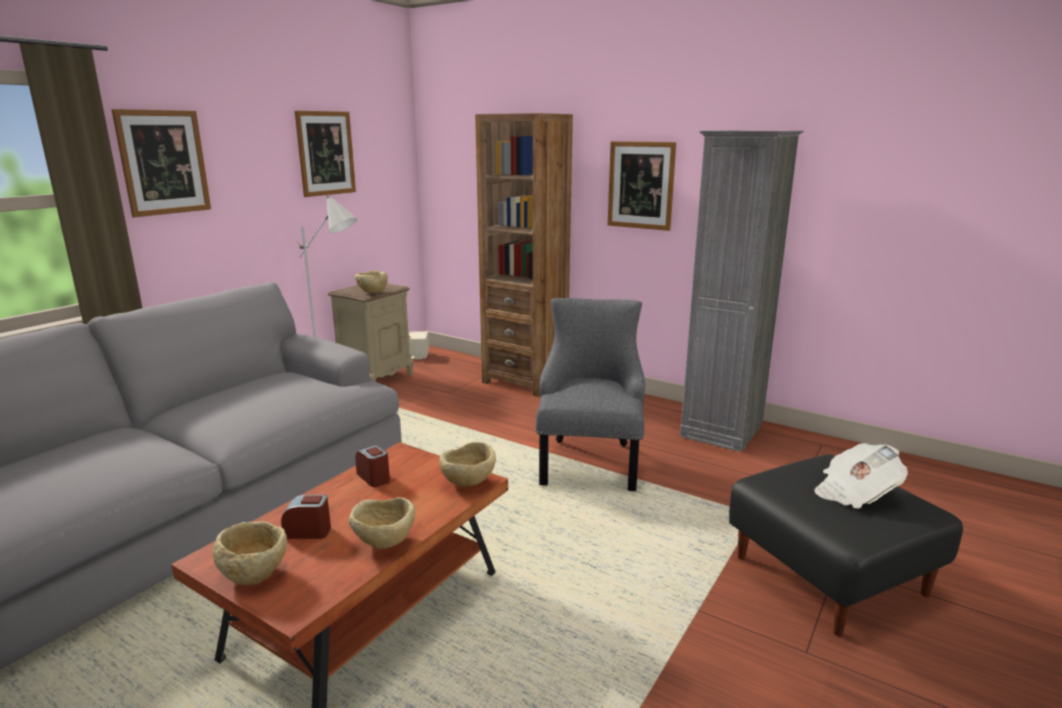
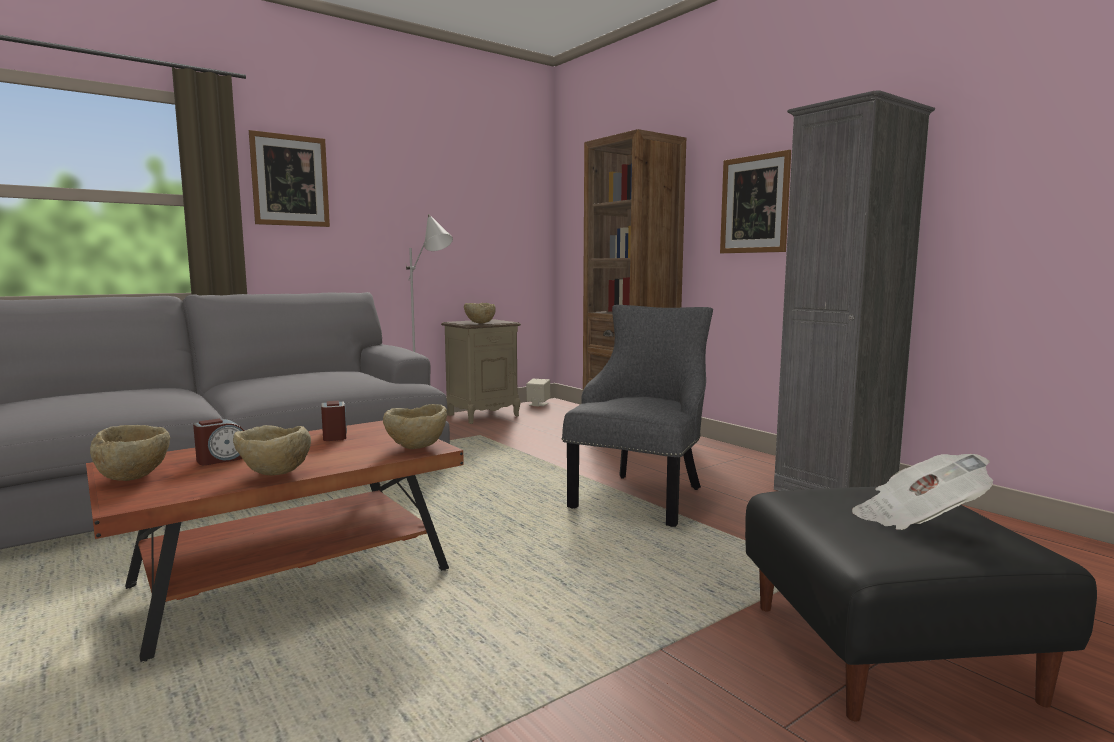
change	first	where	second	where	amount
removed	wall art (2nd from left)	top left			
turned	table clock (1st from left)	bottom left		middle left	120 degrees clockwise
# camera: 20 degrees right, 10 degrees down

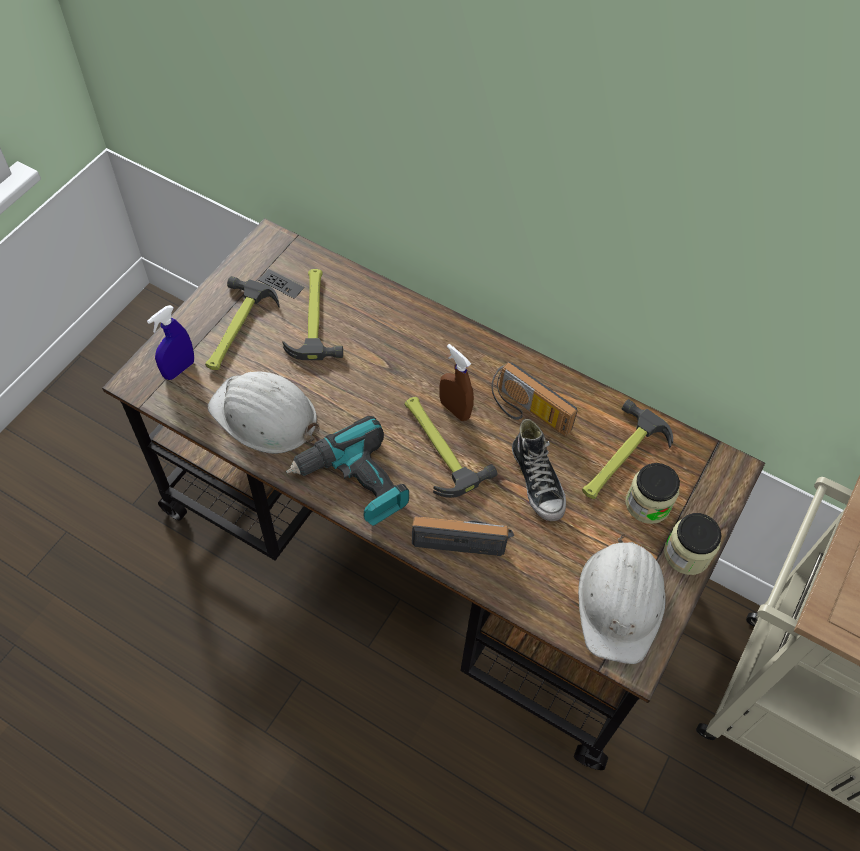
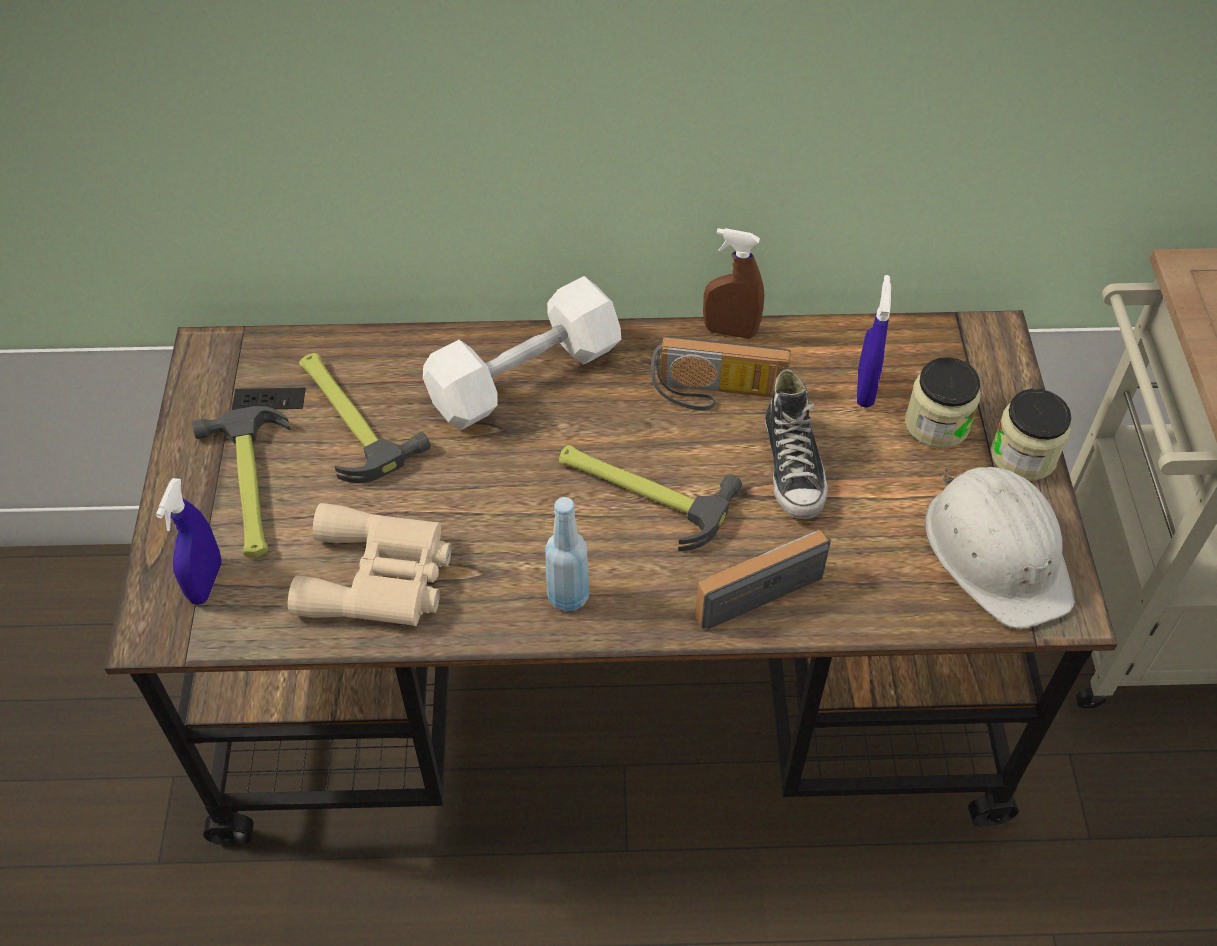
change	first	where	second	where	amount
moved	spray bottle in brown-coloured	centre		top centre	
replaced	work helmet in white-coloured (1st from left)	middle left	binoculars in beige-coloured	middle left	
replaced	hand hammer (4th from left)	middle right	spray bottle in blue (2nd from left)	middle right	
replaced	power drill	centre	beverage bottle in blue	centre	
turned	low shoe	centre		centre	45 degrees clockwise
added			free weight in white-coloured	centre	
# camera: 30 degrees left, 5 degrees down

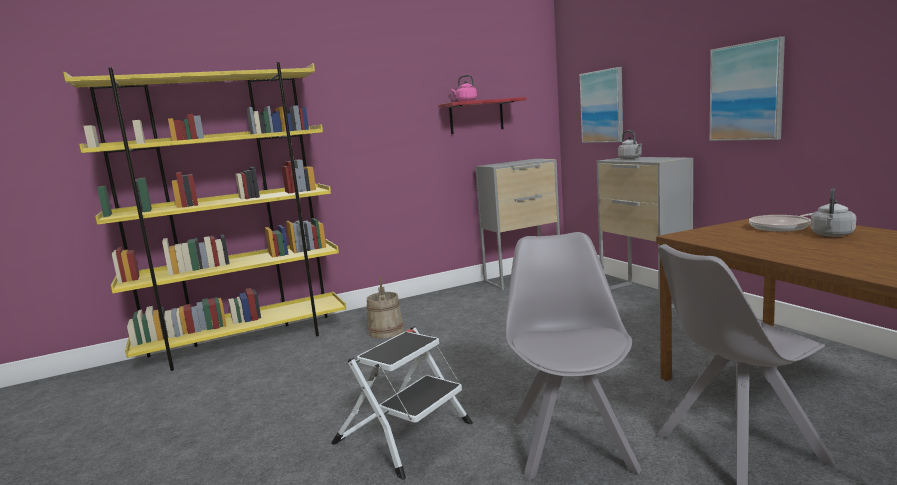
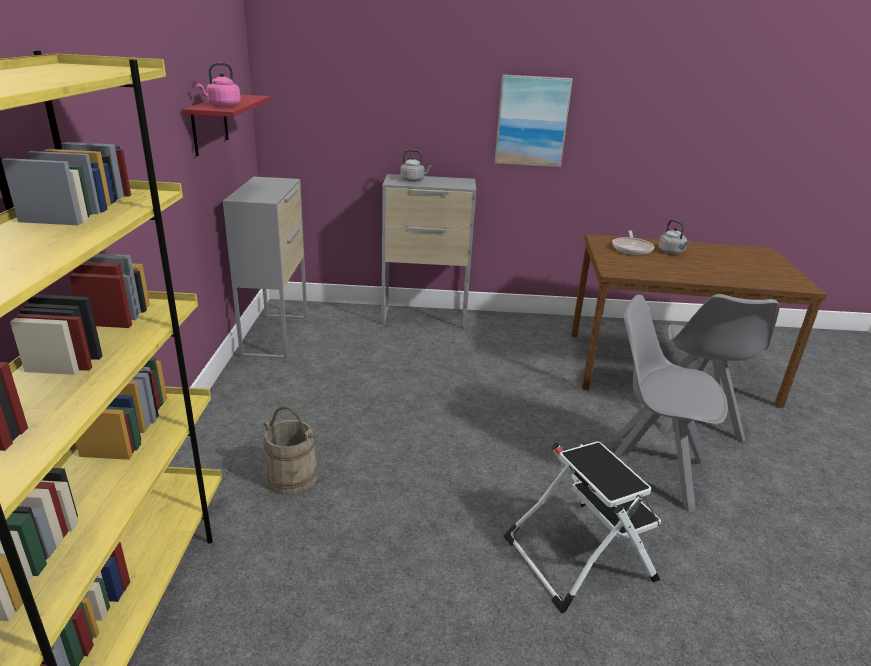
change	first	where	second	where	amount
removed	wall art (1st from left)	top right			
# camera: 65 degrees left, 15 degrees up

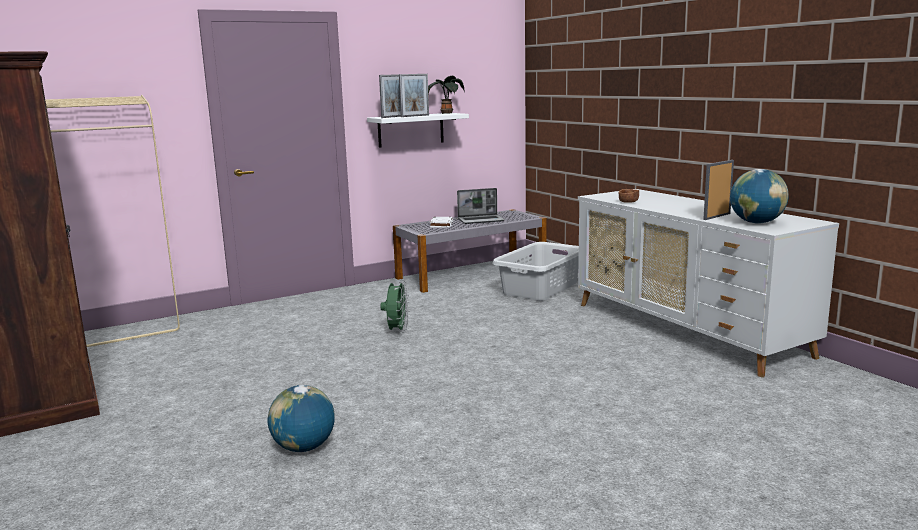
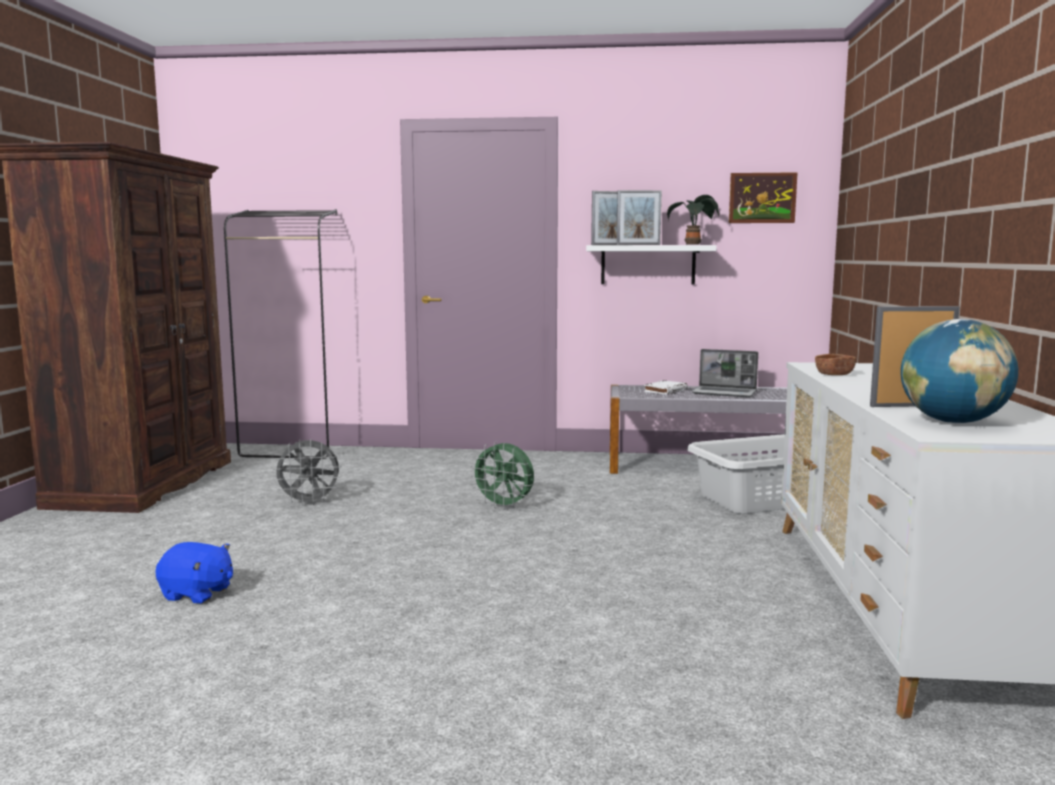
change	first	where	second	where	amount
recoloured	clothes rack in beige-coloured	middle left	clothes rack in blackish	middle left	
turned	electric fan in greenish	centre		centre	75 degrees clockwise
replaced	world globe (1st from left)	bottom left	soft toy in blue	bottom left	
added			wall art	top right	
added			electric fan in greyish	middle left	
# camera: 35 degrees right, 5 degrees down

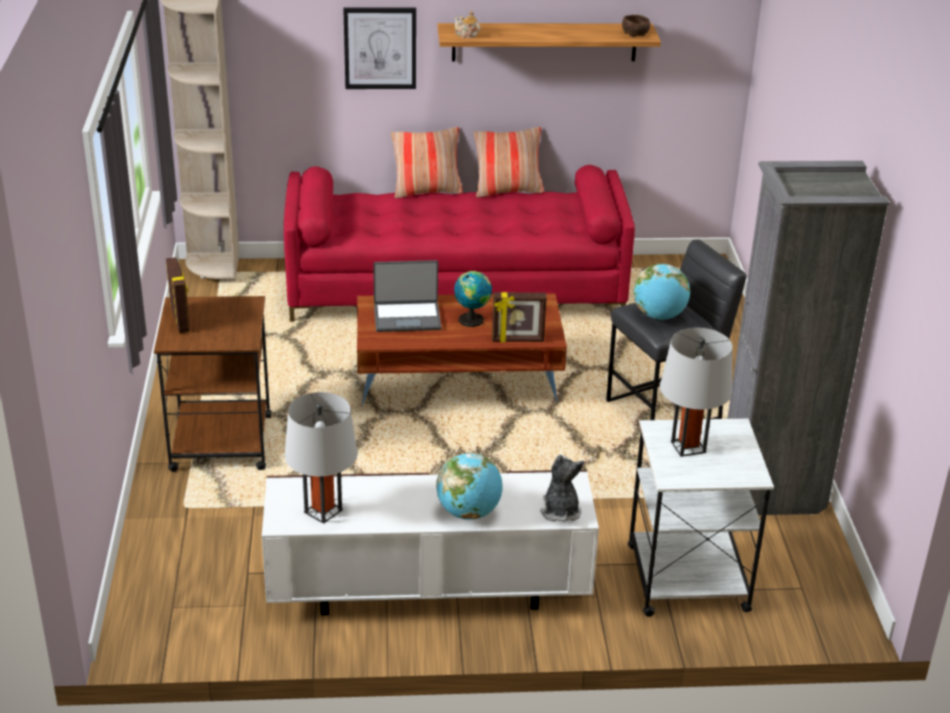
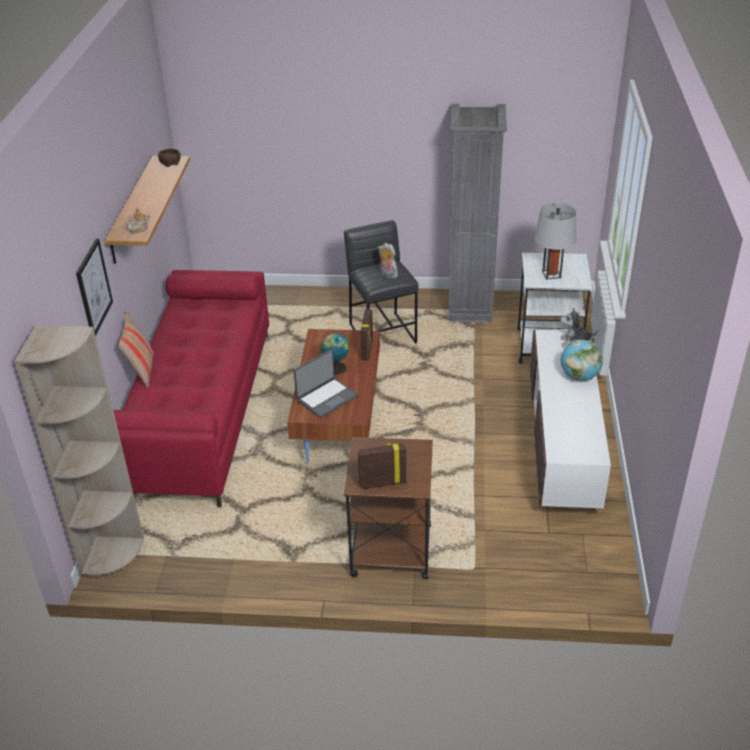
change	first	where	second	where	amount
removed	throw pillow (2nd from left)	top centre			
turned	notebook computer	centre		centre	45 degrees clockwise
replaced	world globe (3rd from left)	middle right	soft toy (1st from left)	centre	
removed	table lamp in greyish (1st from left)	centre			
# camera: 80 degrees left, 5 degrees up

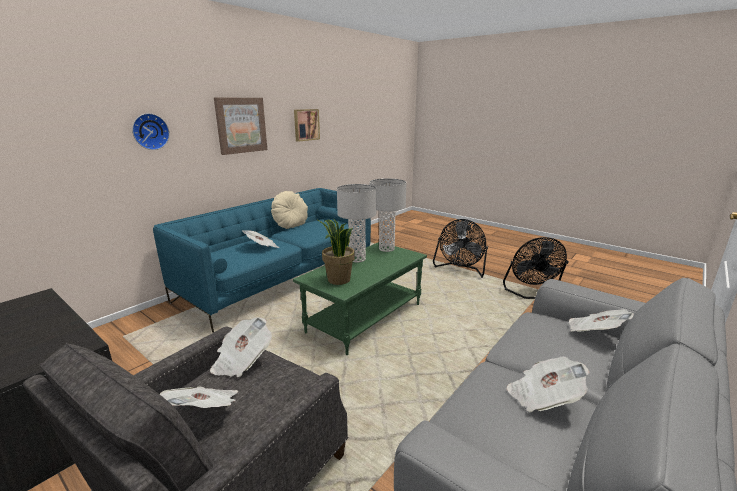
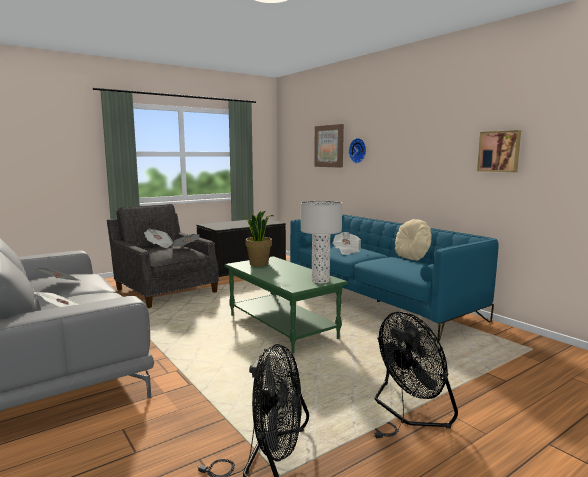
change	first	where	second	where	amount
moved	wall art (1st from left)	top left		top centre	
removed	table lamp in white-coloured (1st from left)	centre			
turned	electric fan in blackish (1st from left in the first image)	centre	electric fan in blackish (2nd from left)	bottom right	105 degrees clockwise
# camera: 105 degrees right, 10 degrees down

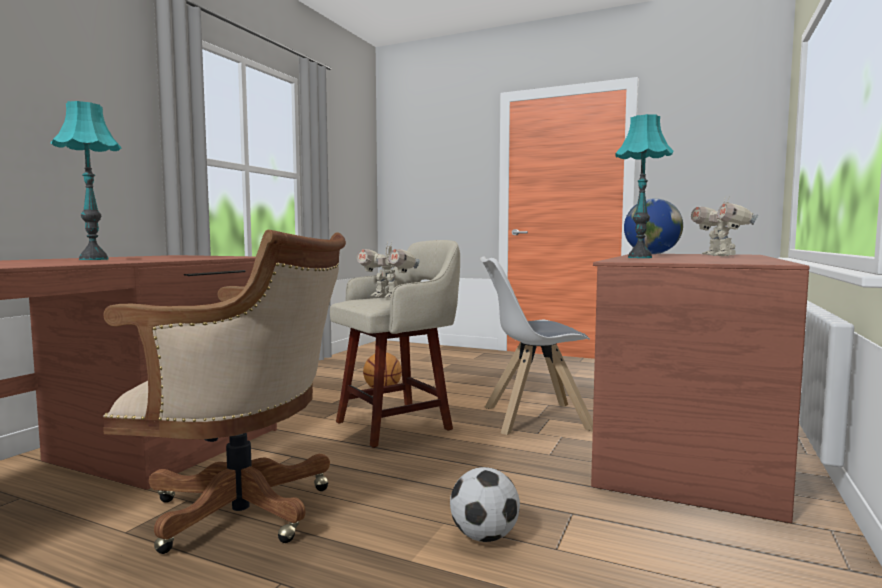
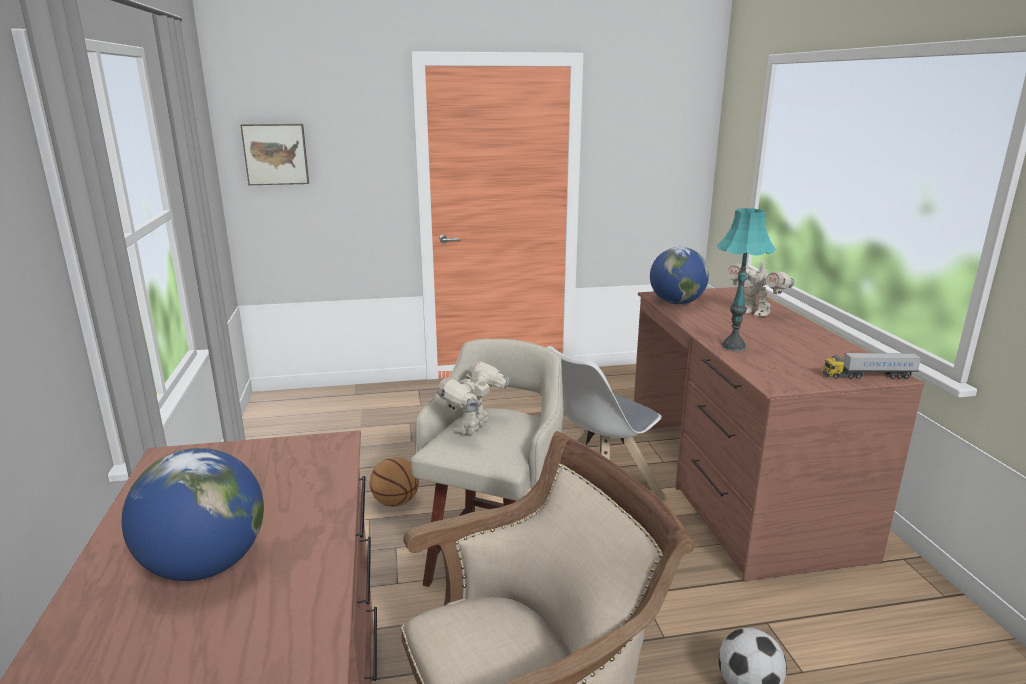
change	first	where	second	where	amount
replaced	table lamp in turquoise (1st from left)	top left	world globe (1st from left)	bottom left	
turned	toy robot (1st from left)	centre		centre	120 degrees clockwise
added			wall art	top left	
added			toy lorry	middle right	
# camera: 35 degrees left, 15 degrees up

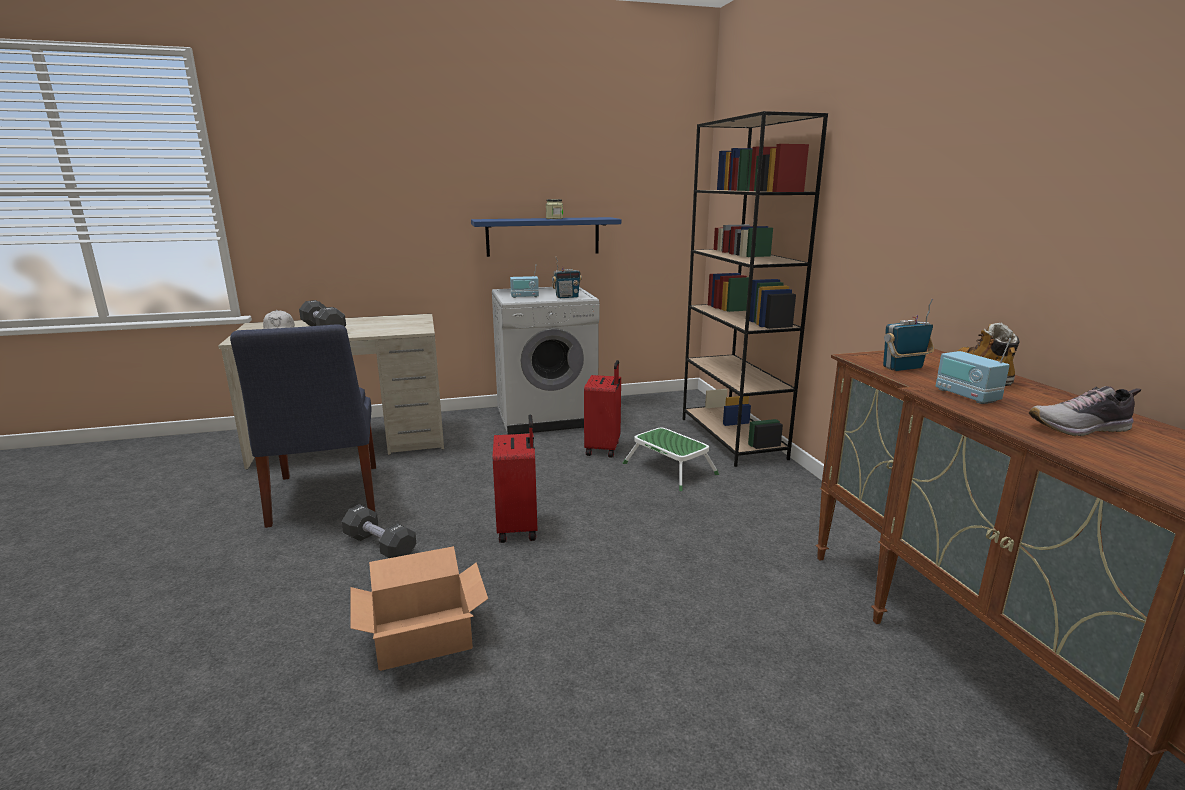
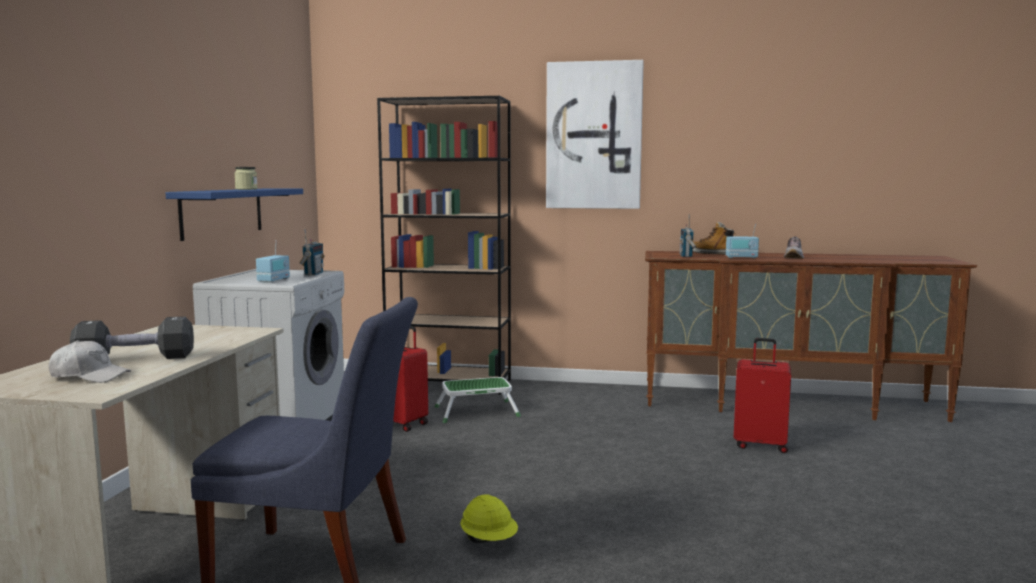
change	first	where	second	where	amount
moved	suitcase in red-coloured (1st from left in the first image)	centre	suitcase in red-coloured (2nd from left)	bottom right	
replaced	free weight in blackish (2nd from left)	bottom left	work helmet in yellow	bottom centre	
removed	packing box	bottom centre			
added			wall art	top centre	
# camera: 65 degrees left, 10 degrees down

